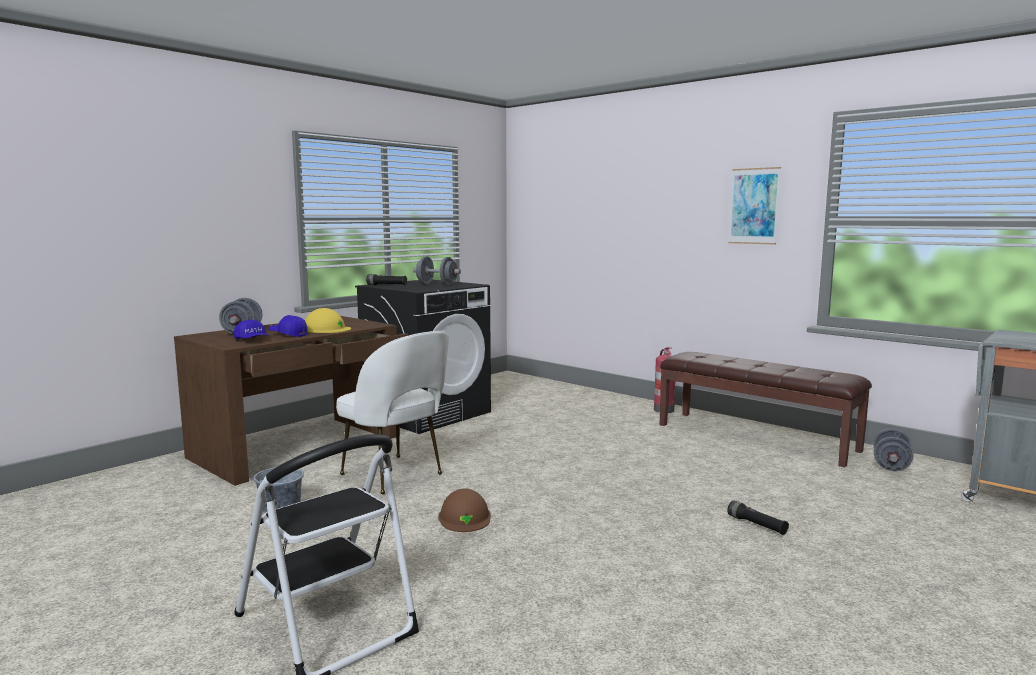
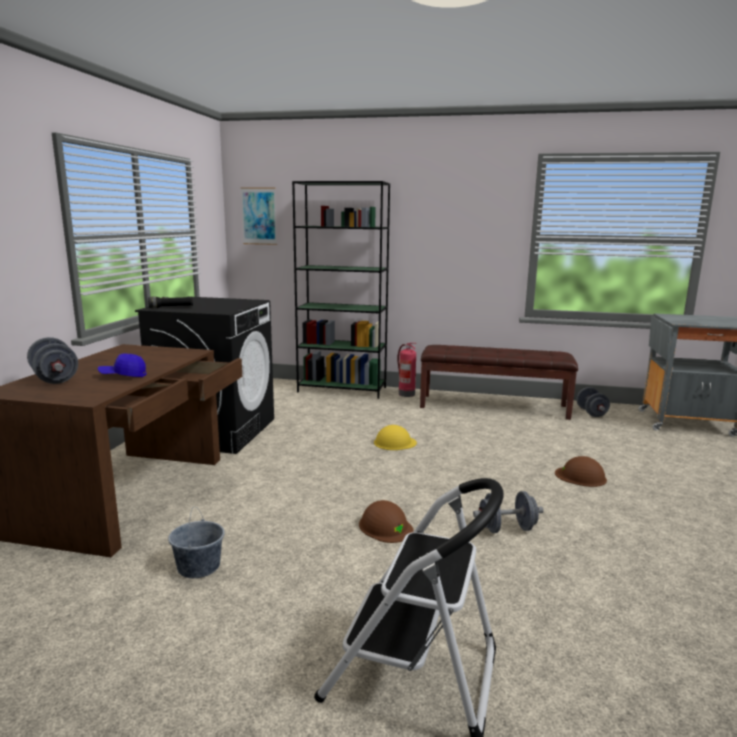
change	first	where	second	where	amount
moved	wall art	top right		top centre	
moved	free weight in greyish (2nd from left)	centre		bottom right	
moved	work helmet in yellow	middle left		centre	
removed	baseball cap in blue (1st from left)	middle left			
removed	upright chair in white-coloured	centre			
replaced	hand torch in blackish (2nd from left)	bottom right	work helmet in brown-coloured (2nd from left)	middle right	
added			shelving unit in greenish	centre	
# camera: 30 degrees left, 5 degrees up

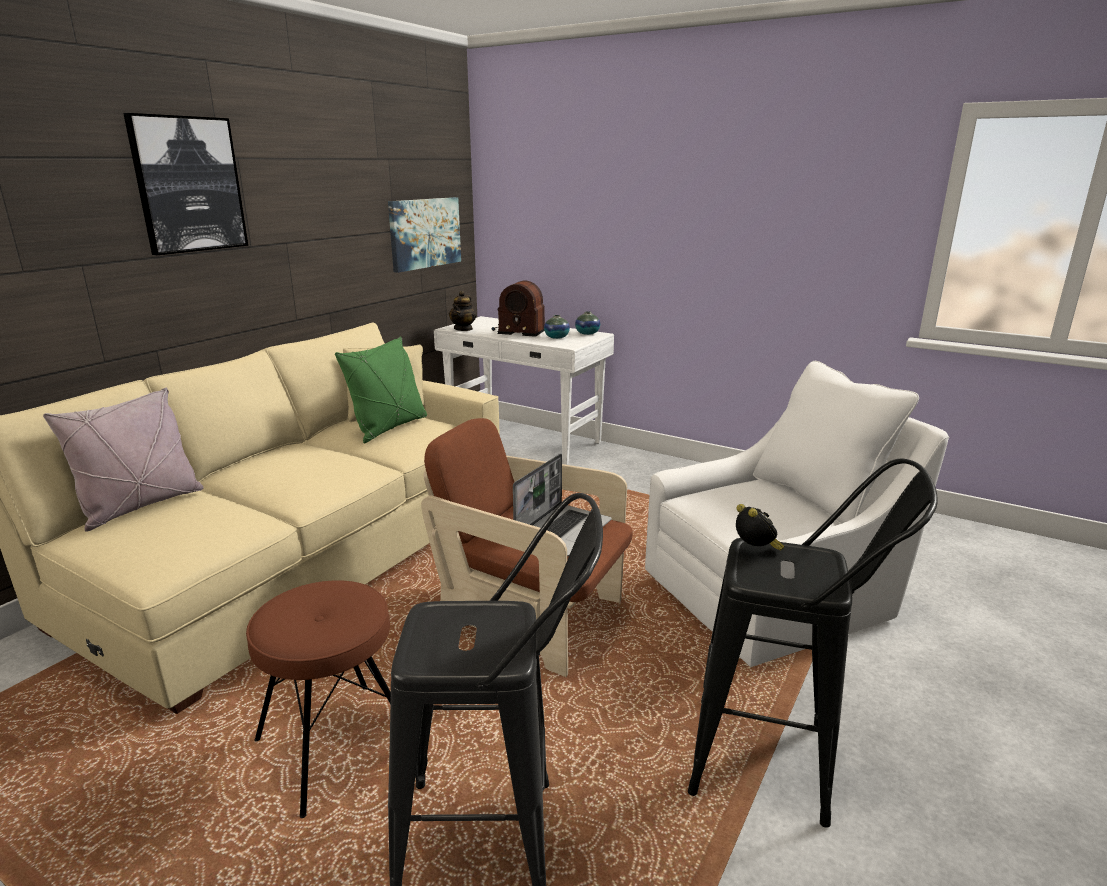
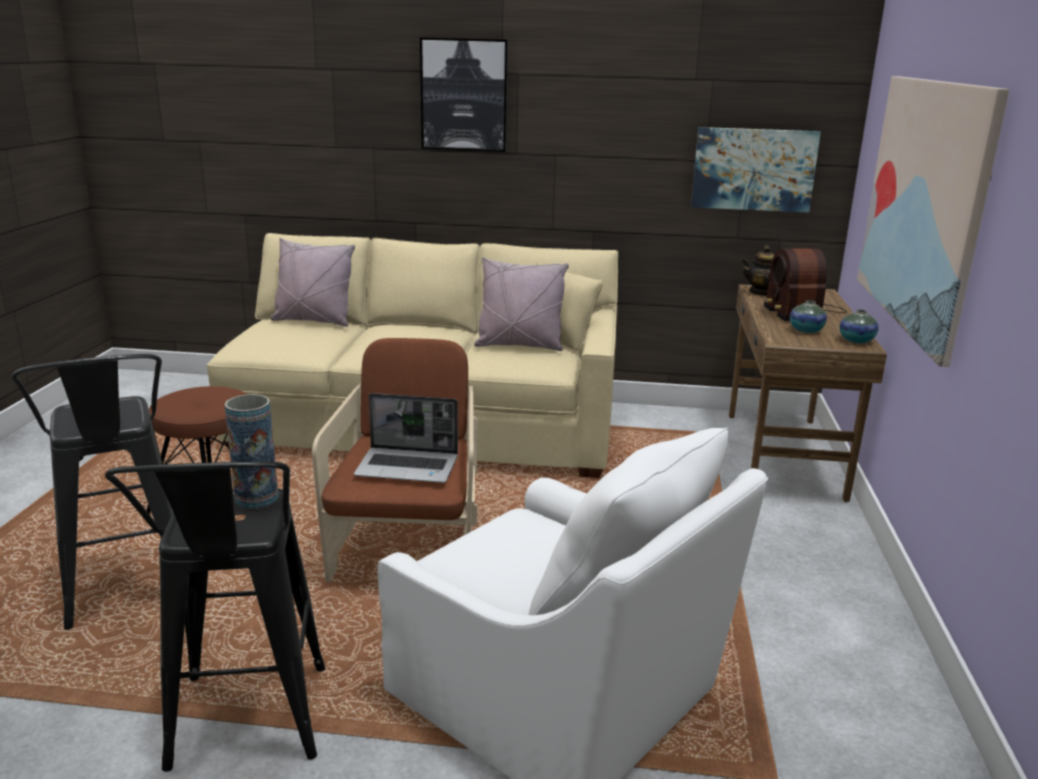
change	first	where	second	where	amount
recoloured	narrow table in white-coloured	centre	narrow table in brown-coloured	middle right	
recoloured	throw pillow in greenish	centre	throw pillow in purple-coloured (2nd from left)	centre	
replaced	table clock	middle right	vase (1st from left)	middle left	
added			wall art (3rd from left)	top right	
# camera: 65 degrees right, 0 degrees up

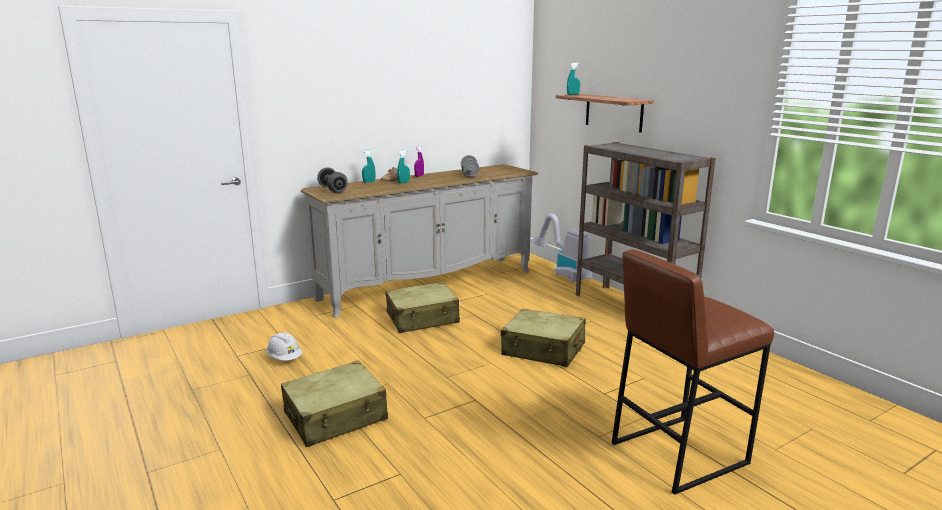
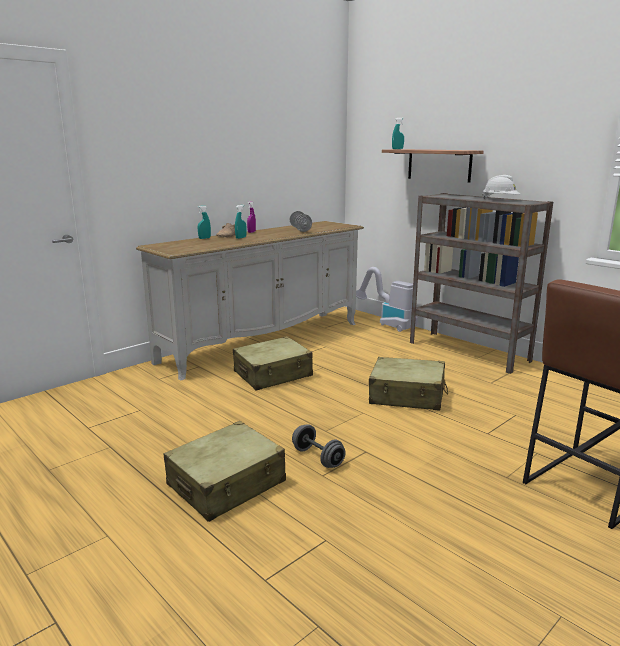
change	first	where	second	where	amount
moved	free weight in greyish (1st from left in the first image)	centre	free weight in greyish (2nd from left)	bottom centre	
moved	work helmet in white-coloured	bottom left		top right	
# camera: 10 degrees left, 0 degrees up

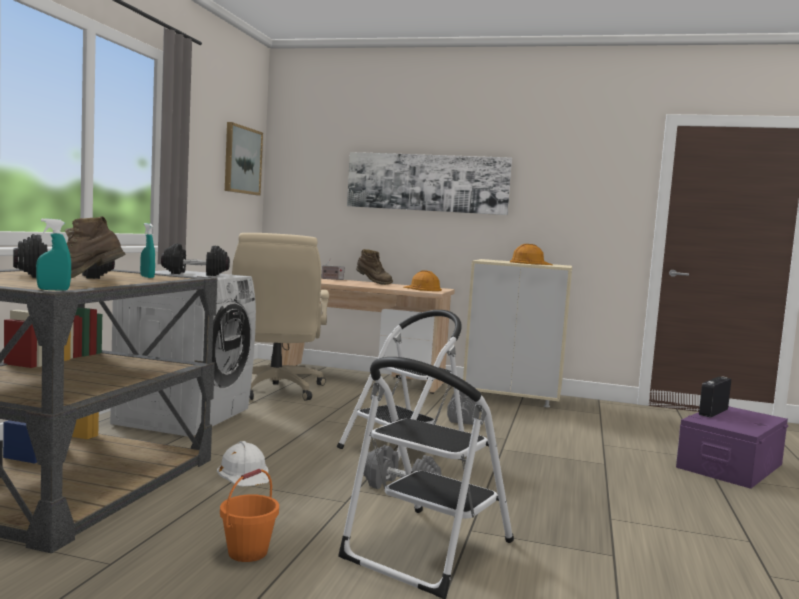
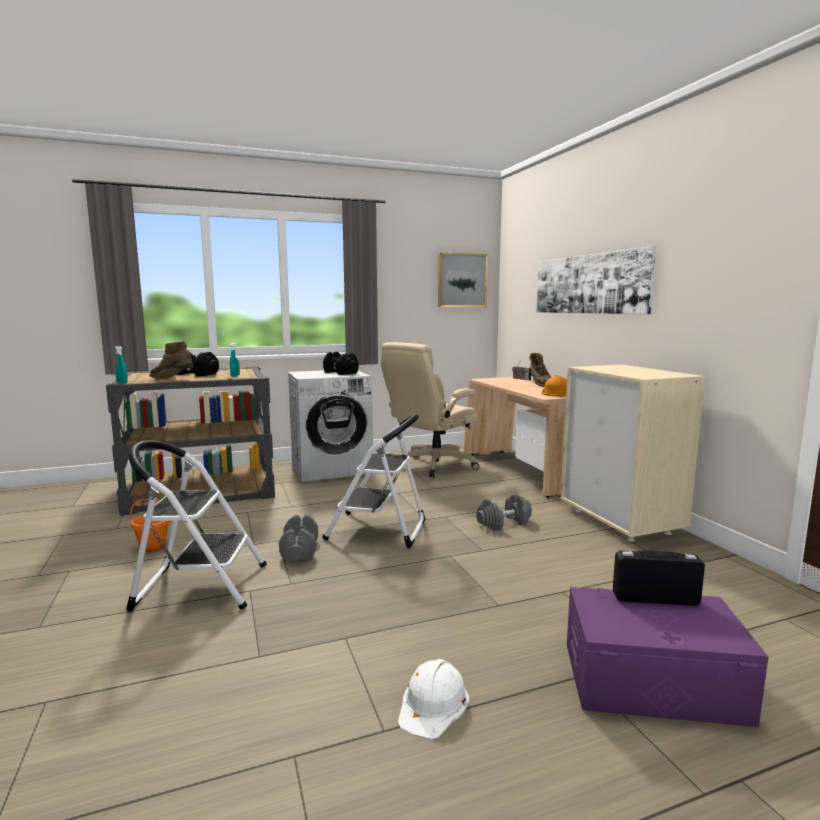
change	first	where	second	where	amount
removed	work helmet in orange (2nd from left)	centre			
moved	work helmet in white-coloured	bottom left		bottom centre	
# camera: 55 degrees right, 5 degrees up

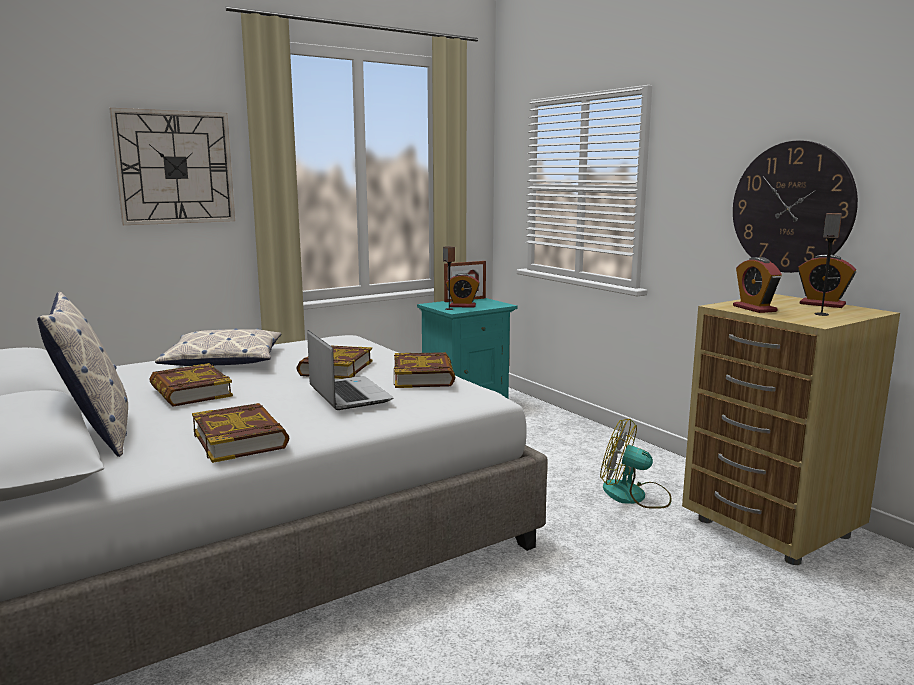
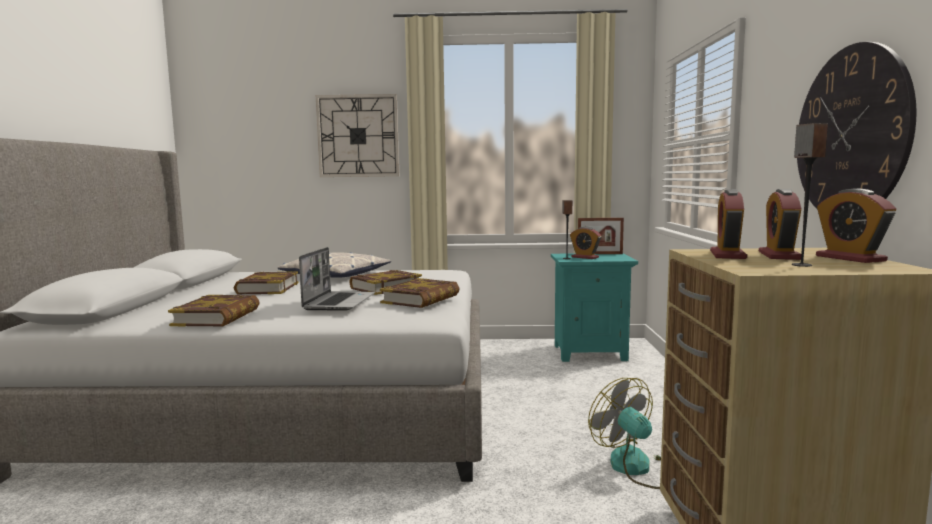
change	first	where	second	where	amount
removed	throw pillow (1st from left)	middle left			
added			table clock (3rd from left)	middle right	
# camera: 35 degrees right, 5 degrees down

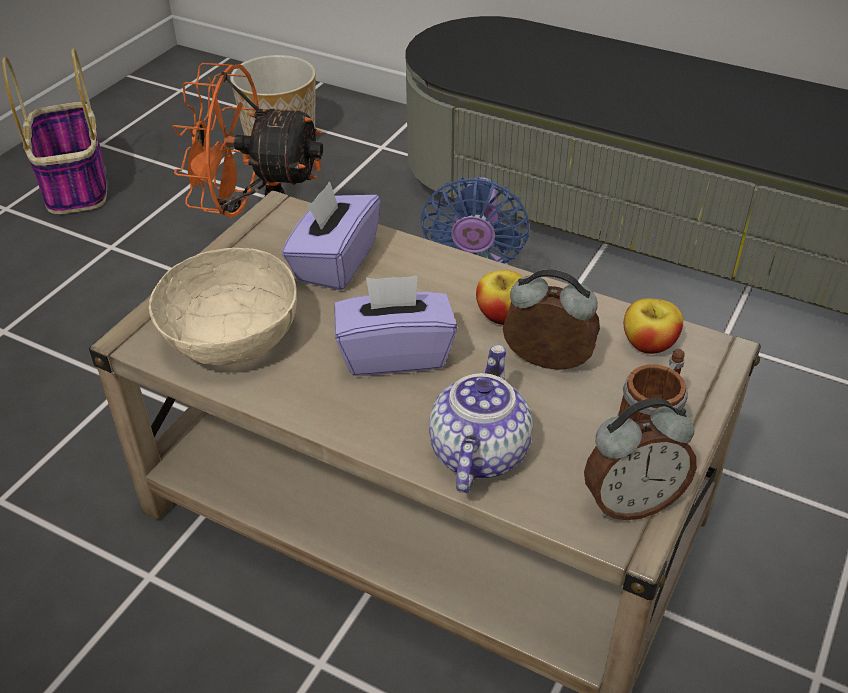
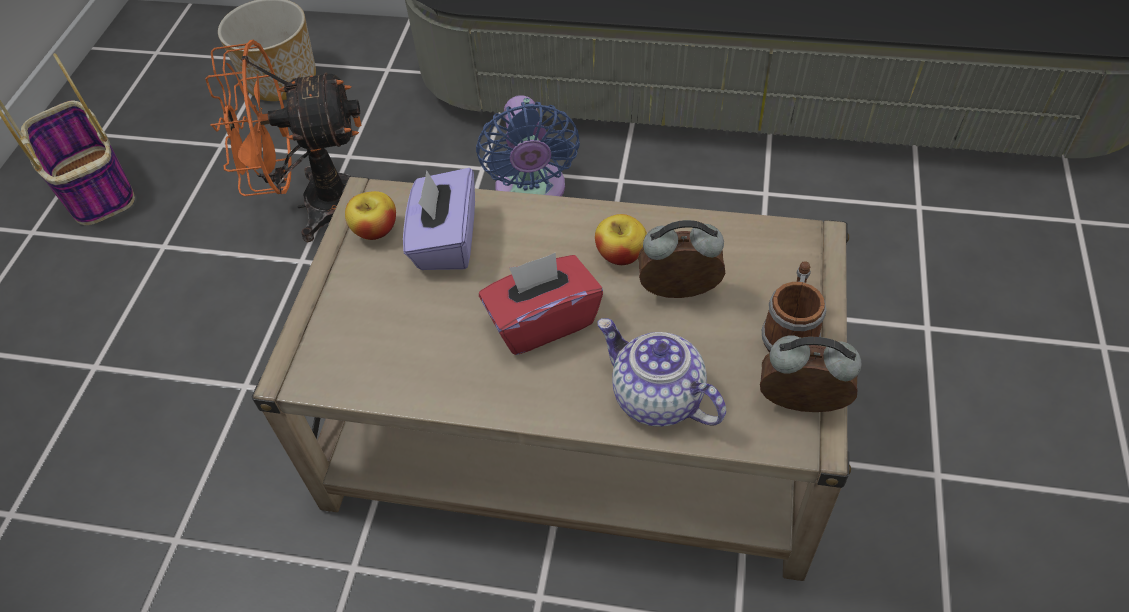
change	first	where	second	where	amount
removed	serving bowl in beige-coloured	middle left			
recoloured	tissue holder in purple-coloured (2nd from left)	centre	tissue holder in red-coloured	centre	
moved	whole apple (2nd from left in the first image)	middle right	whole apple (1st from left)	middle left	
turned	tea pot	centre		centre	45 degrees counterclockwise
turned	table clock (2nd from left)	middle right		middle right	135 degrees counterclockwise
# camera: 15 degrees left, 10 degrees up

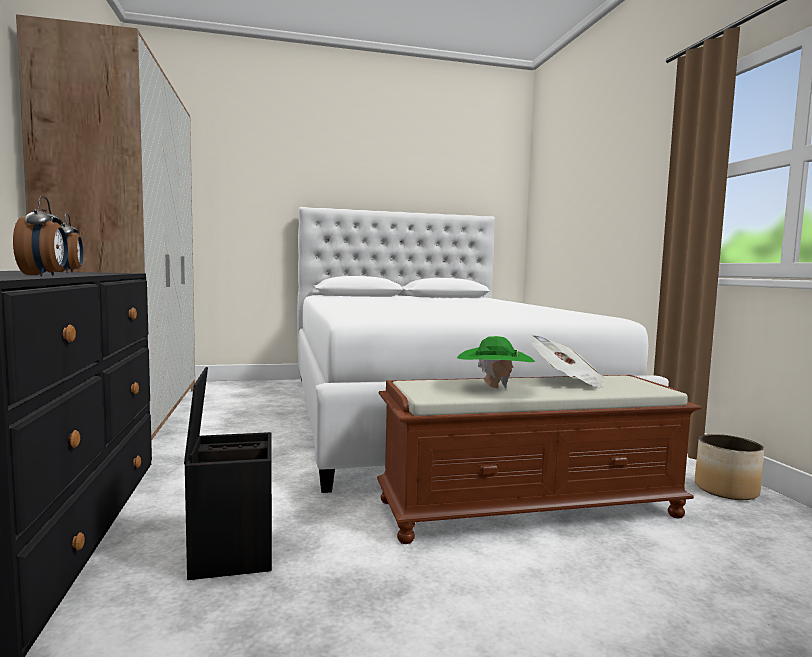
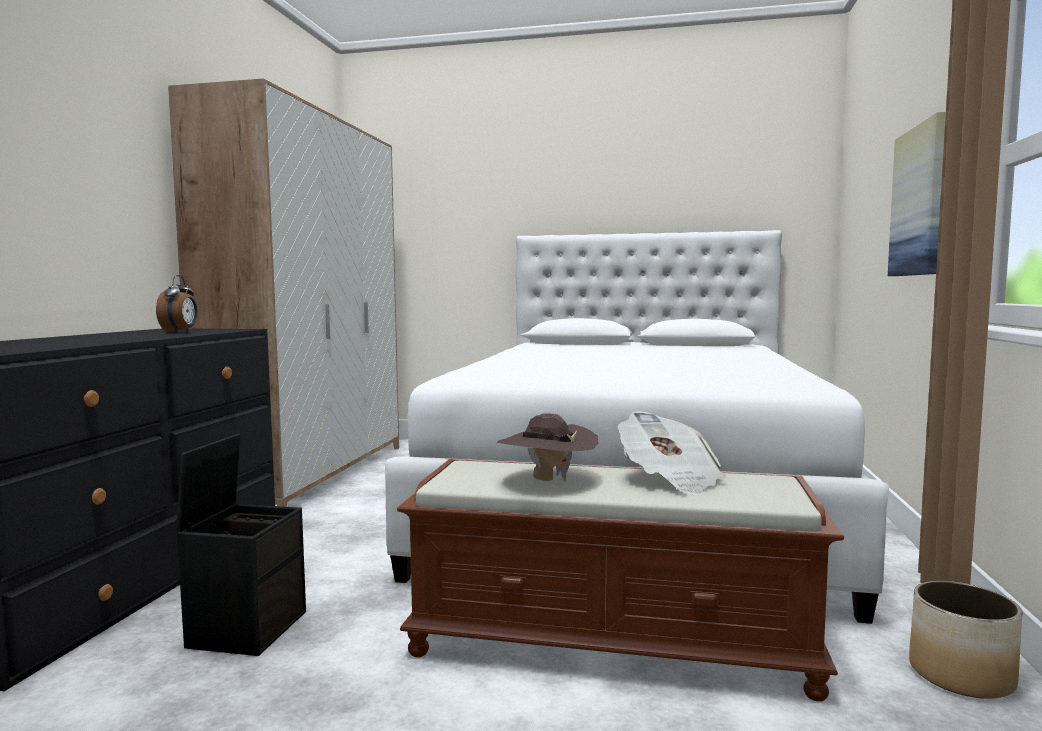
change	first	where	second	where	amount
removed	table clock (1st from left)	middle left			
recoloured	wearable hat in greenish	centre	wearable hat in brown-coloured	centre	
added			wall art	top right	
# camera: 25 degrees right, 0 degrees up

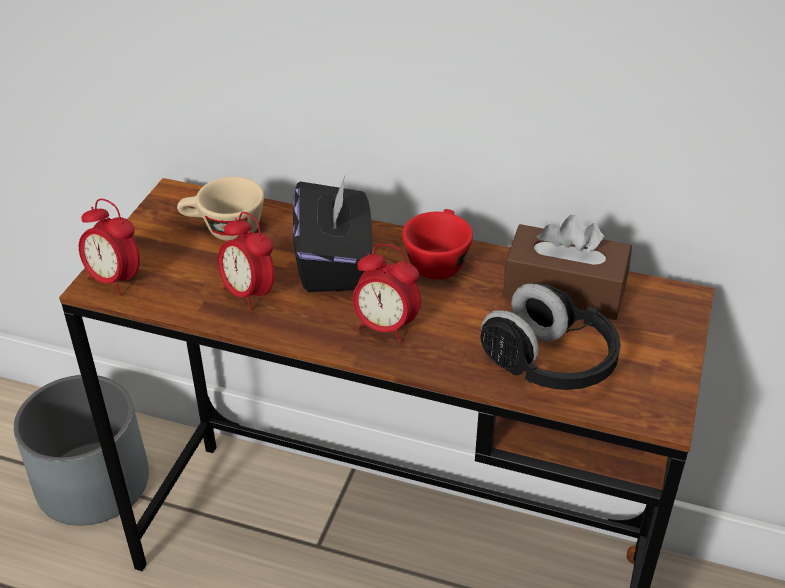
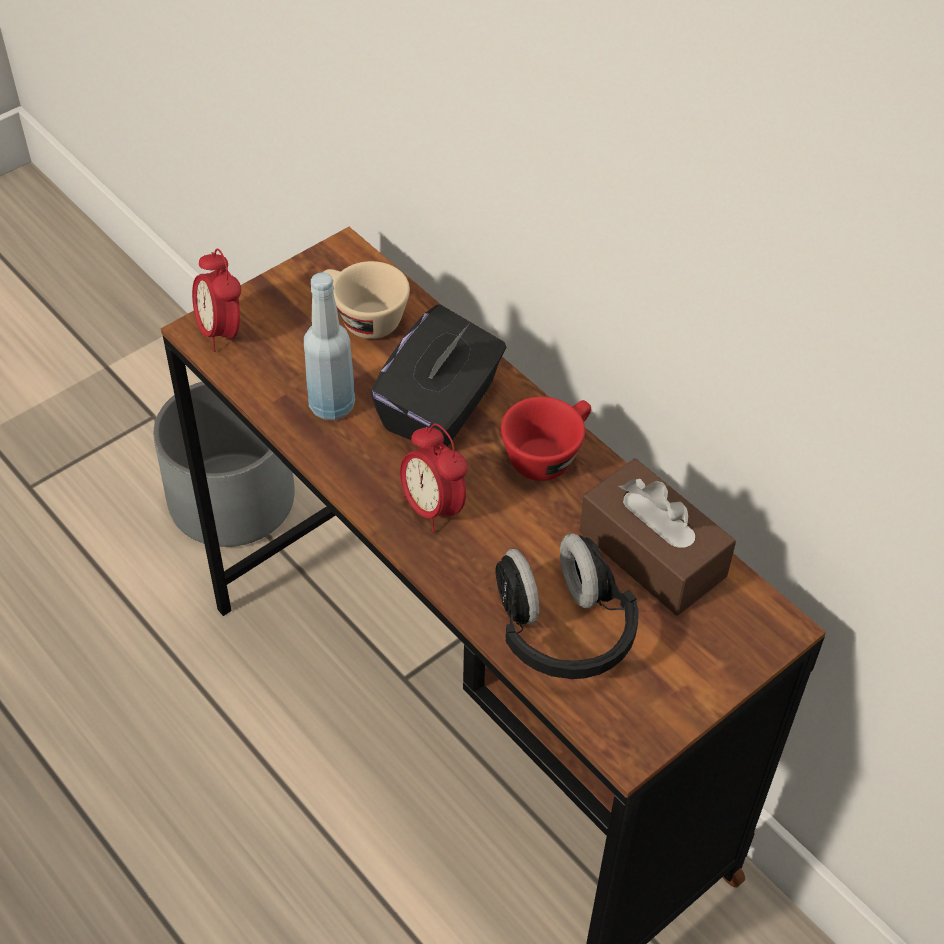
change	first	where	second	where	amount
replaced	table clock (2nd from left)	middle left	beverage bottle in blue	centre	
# camera: 30 degrees right, 10 degrees up

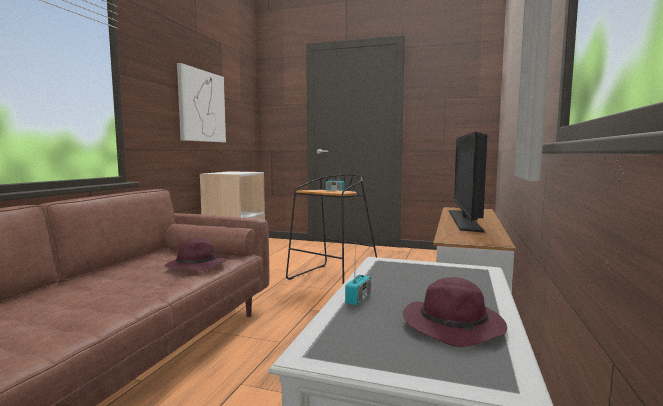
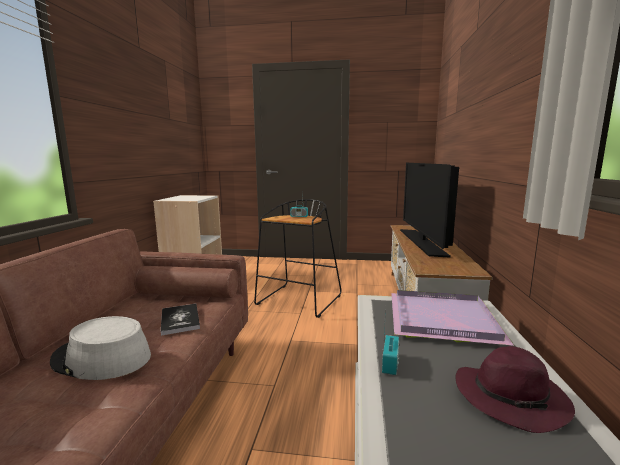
change	first	where	second	where	amount
removed	wall art	top left			
replaced	wearable hat in purple-coloured (1st from left)	middle left	book	bottom left	
added			tray in purple-coloured	bottom right	
added			wearable hat in greyish	bottom left	
# camera: 10 degrees left, 5 degrees up

